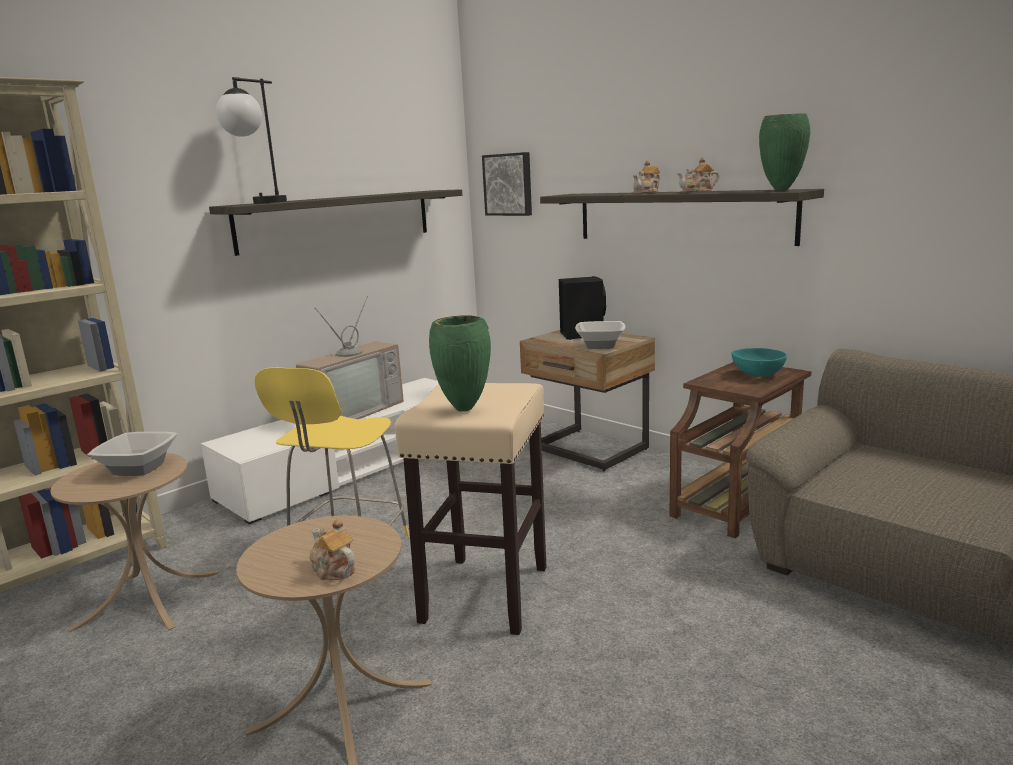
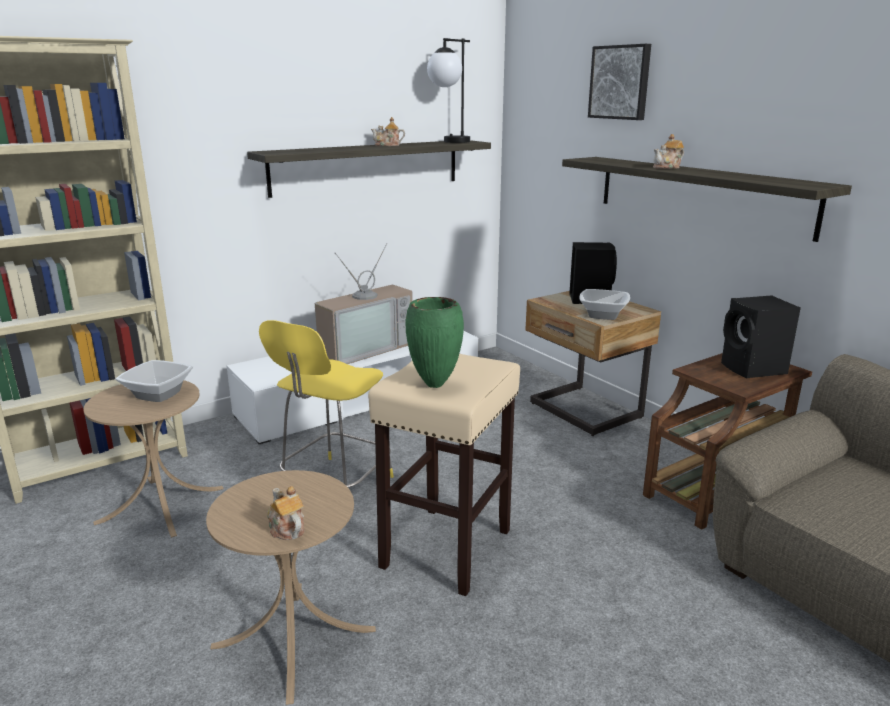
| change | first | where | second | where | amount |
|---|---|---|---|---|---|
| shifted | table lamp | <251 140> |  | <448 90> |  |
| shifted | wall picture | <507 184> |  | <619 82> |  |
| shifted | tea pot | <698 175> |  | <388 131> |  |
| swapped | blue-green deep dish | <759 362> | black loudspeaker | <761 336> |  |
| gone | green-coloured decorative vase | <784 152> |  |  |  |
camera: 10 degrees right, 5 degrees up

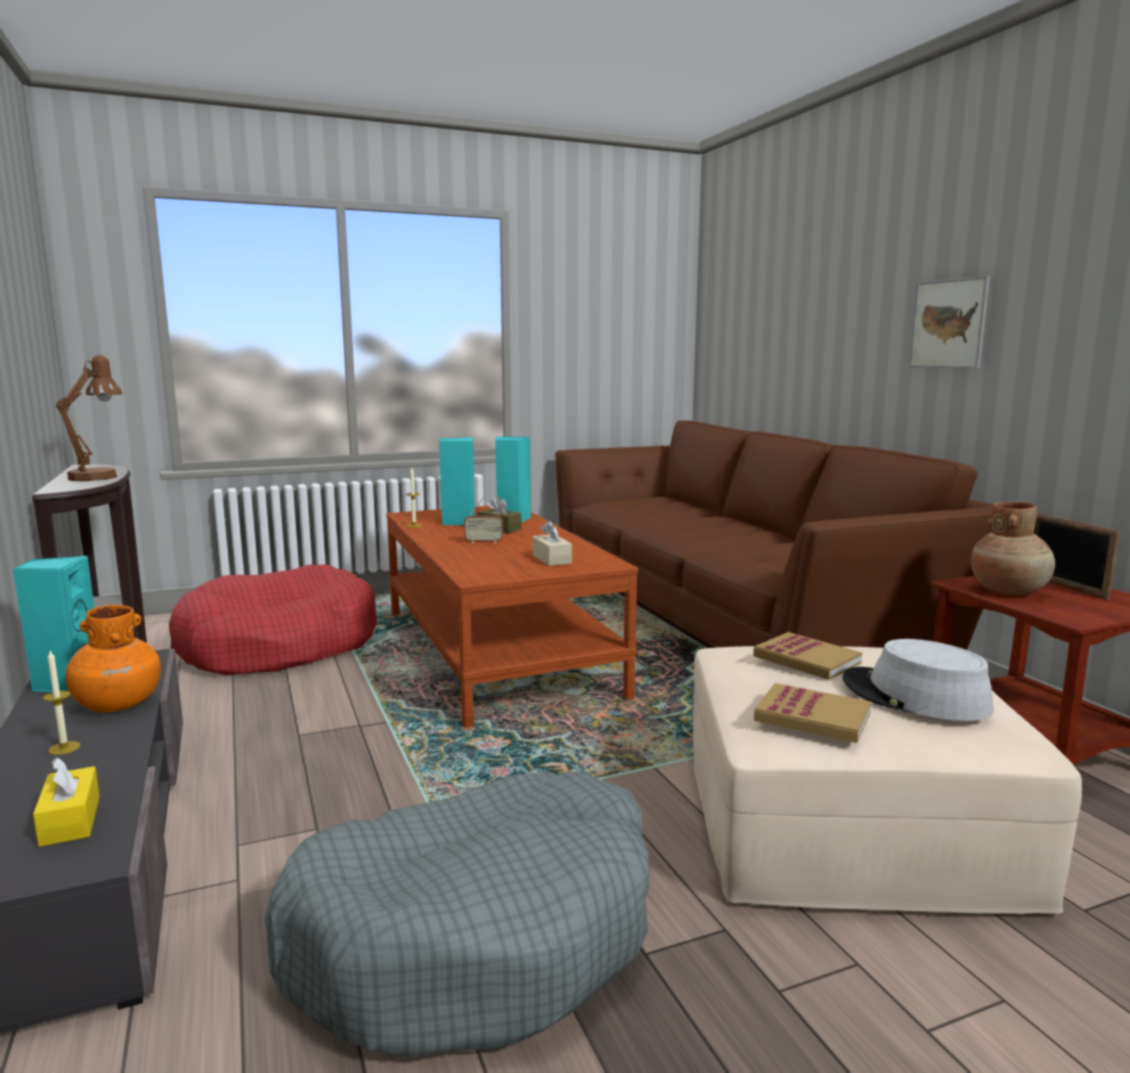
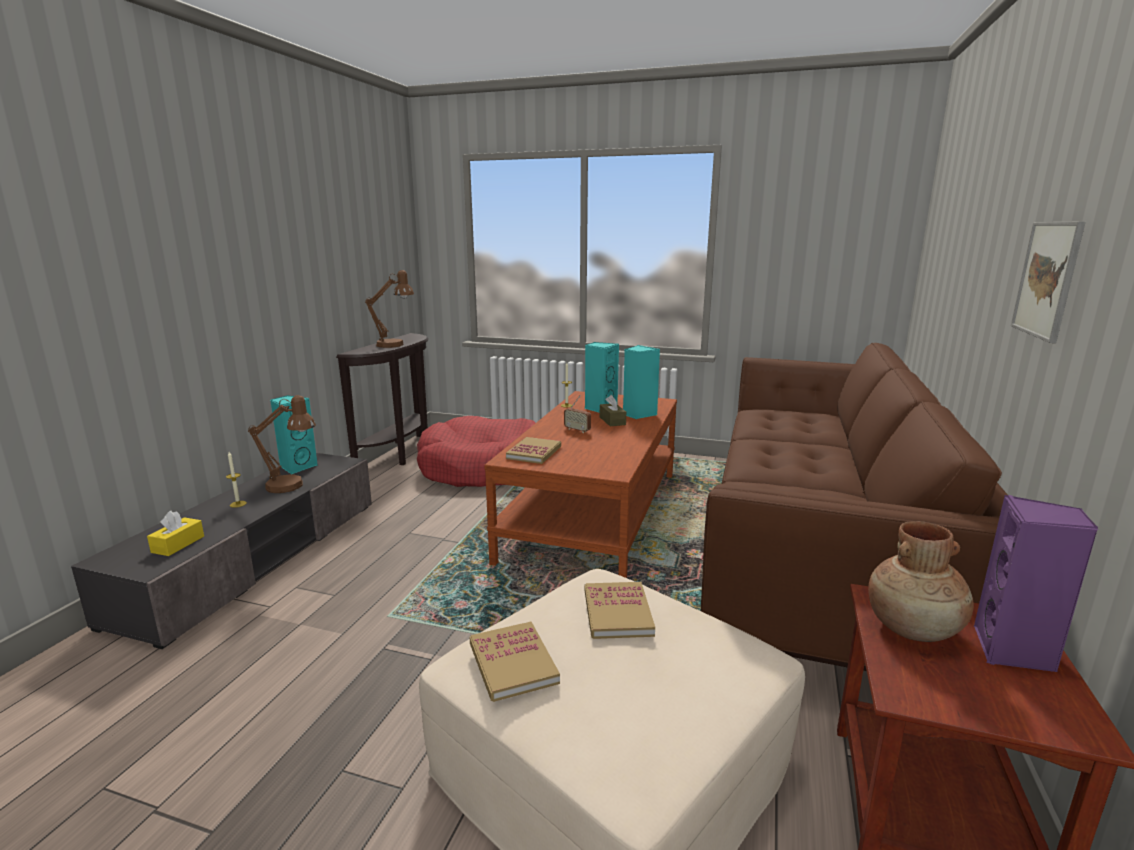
| change | first | where | second | where | amount |
|---|---|---|---|---|---|
| swapped | orange decorative vase | <113 658> | brown table lamp | <282 444> |  |
| gone | greyish dog bed | <457 914> |  |  |  |
| gone | sand-coloured tissue holder | <552 543> |  |  |  |
| gone | greyish clothing hat | <917 680> |  |  |  |
| swapped | photo frame | <1077 556> | purplish loudspeaker | <1036 583> |  |
| new |  |  | bound book | <533 450> |  |
camera: 40 degrees right, 5 degrees up

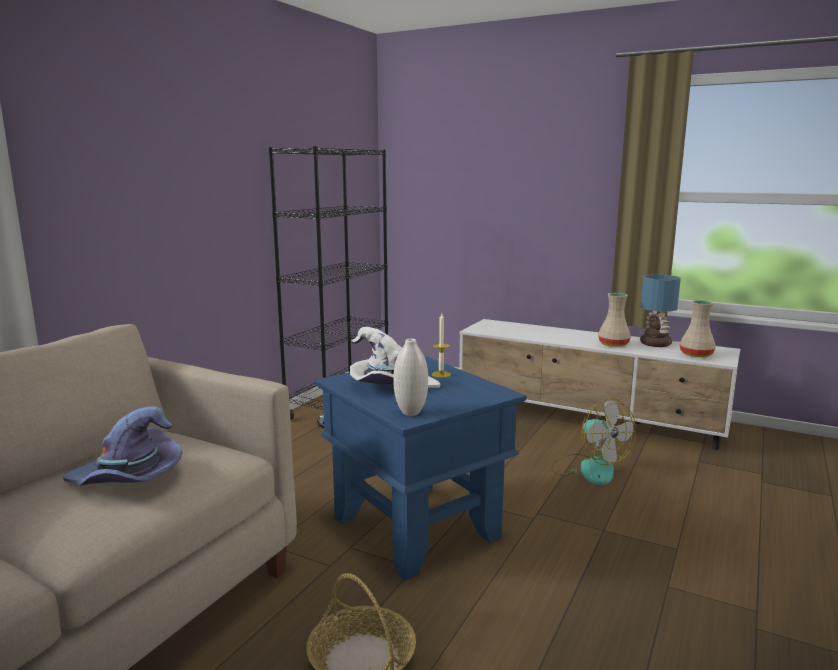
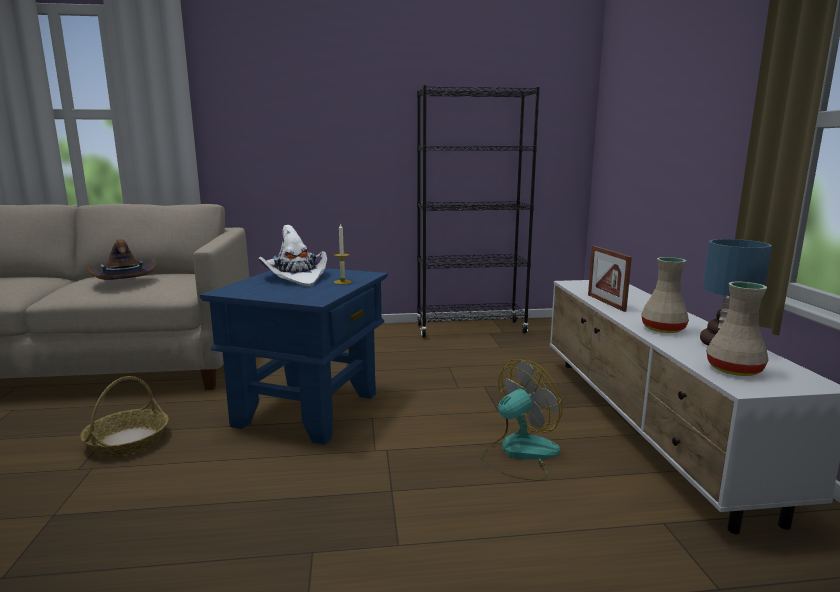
| change | first | where | second | where | amount |
|---|---|---|---|---|---|
| repainted | purplish clothing hat | <123 446> | brown clothing hat | <121 259> |  |
| gone | white decorative vase | <410 377> |  |  |  |
| rotated | fan | <593 441> |  | <521 419> | 150 degrees counterclockwise |
| new |  |  | photo frame | <610 279> |  |
camera: 55 degrees right, 0 degrees up

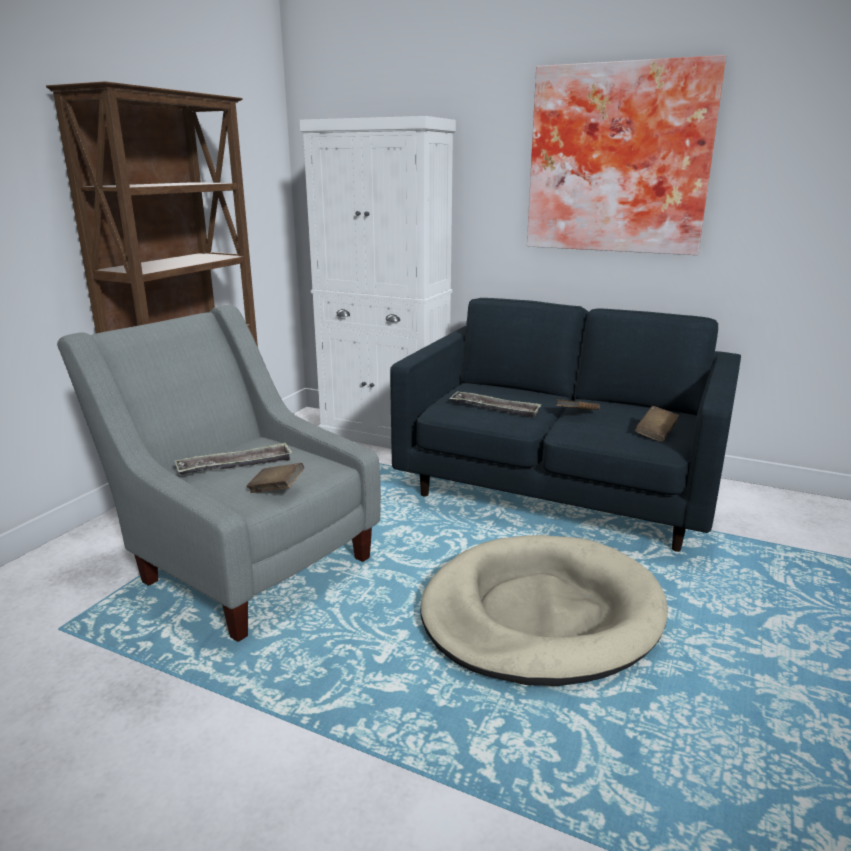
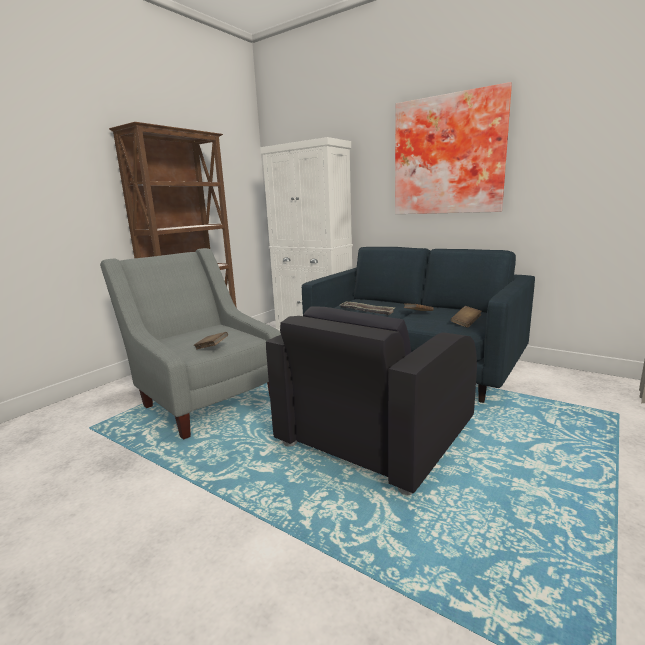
| change | first | where | second | where | amount |
|---|---|---|---|---|---|
| gone | tray | <234 458> |  |  |  |
| swapped | sand-coloured dog bed | <544 610> | black easy chair | <371 401> |  |
camera: 10 degrees right, 5 degrees down

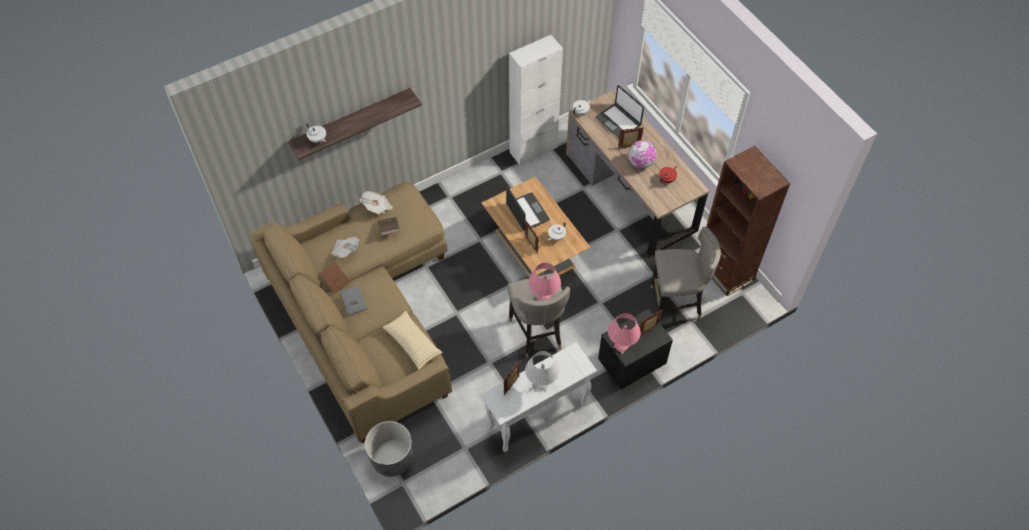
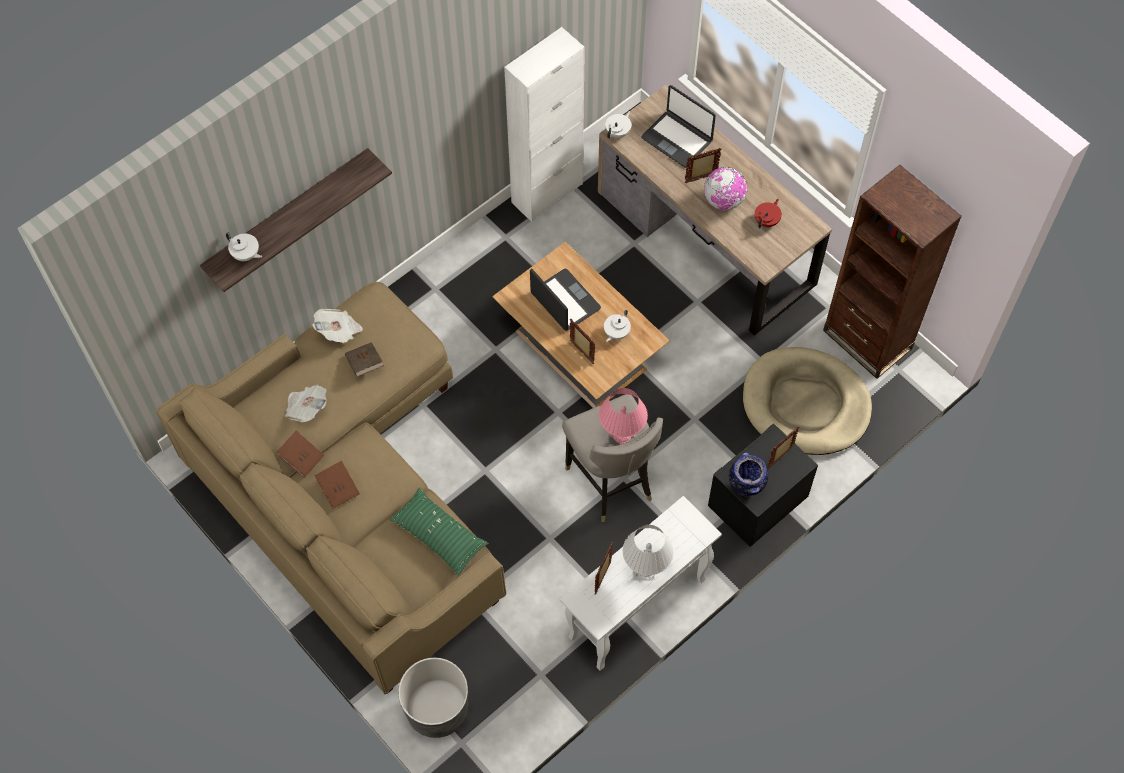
| change | first | where | second | where | amount |
|---|---|---|---|---|---|
| repainted | greyish bound book | <353 300> | brown bound book | <337 485> |  |
| repainted | sand-coloured throw pillow | <412 340> | green-coloured throw pillow | <439 532> |  |
| swapped | pink-coloured table lamp | <624 333> | decorative vase | <748 475> |  |
| swapped | greyish sitting stool | <686 274> | sand-coloured dog bed | <807 401> |  |
camera: 10 degrees left, 5 degrees up

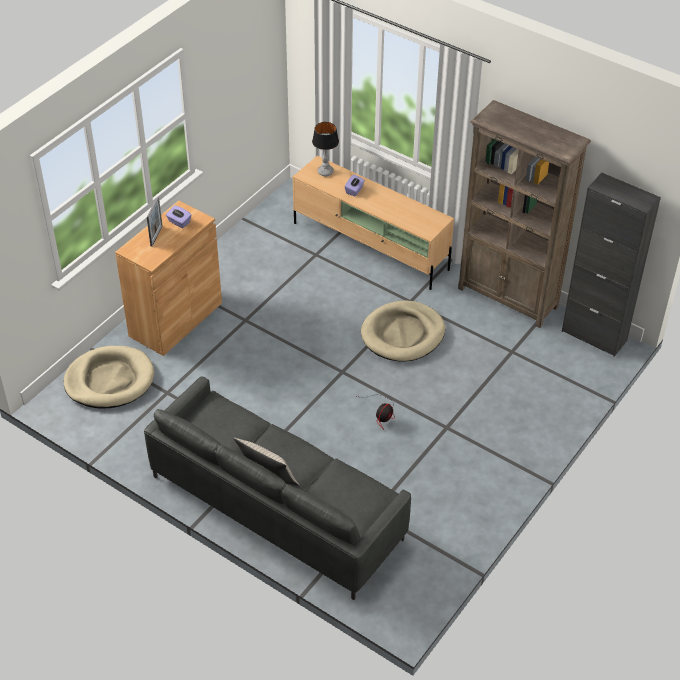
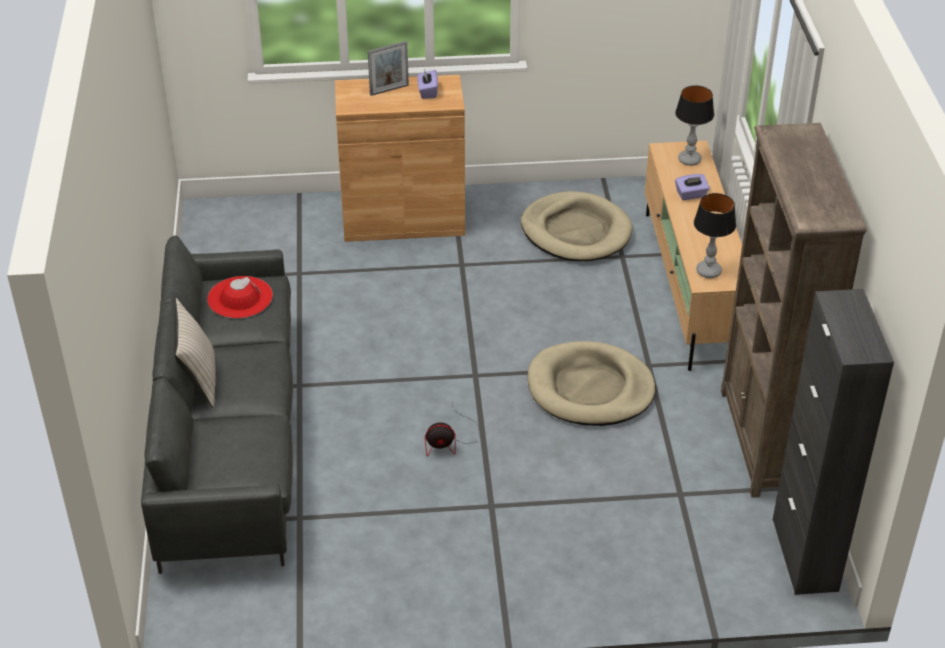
| change | first | where | second | where | amount |
|---|---|---|---|---|---|
| shifted | sand-coloured dog bed | <109 377> |  | <577 226> |  |
| new |  |  | reddish clothing hat | <240 297> |  |
| new |  |  | table lamp | <715 235> |  |
camera: 50 degrees right, 5 degrees down

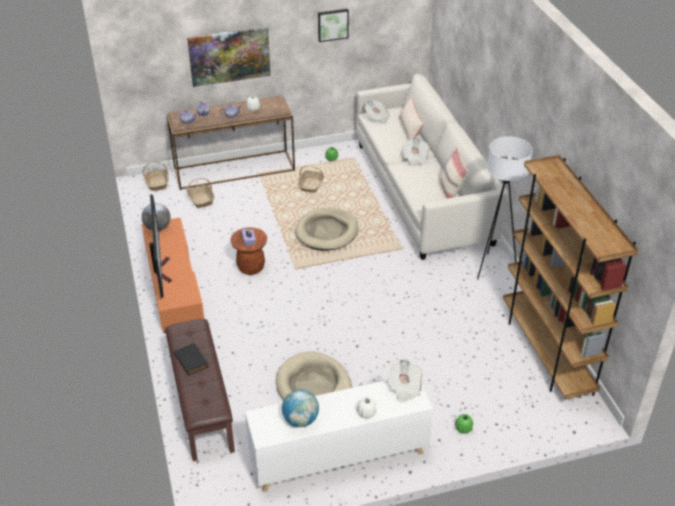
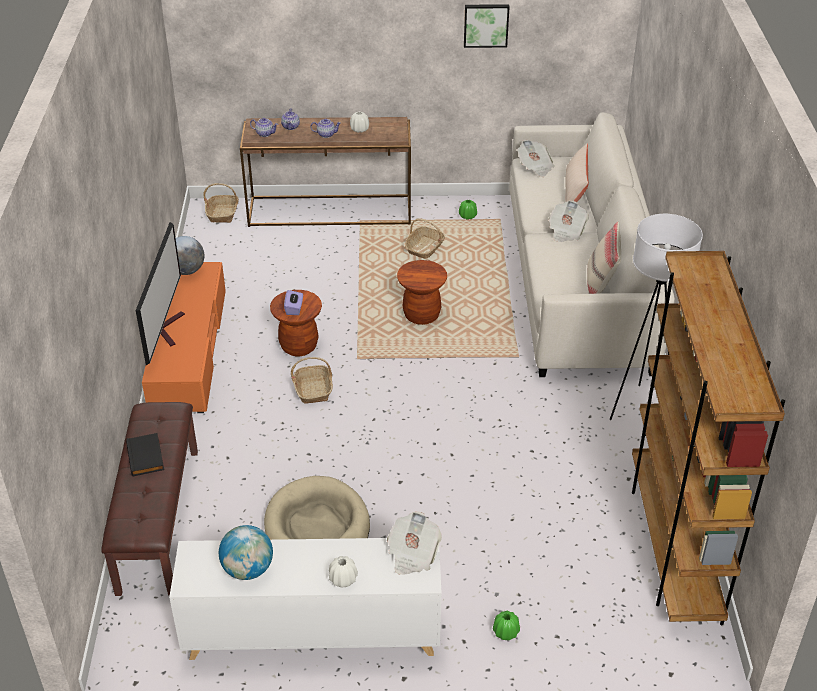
| change | first | where | second | where | amount |
|---|---|---|---|---|---|
| gone | wall picture | <229 57> |  |  |  |
| shifted | household basket | <201 193> |  | <312 380> |  |
| swapped | sand-coloured dog bed | <326 229> | brown sitting stool | <422 292> |  |
camera: 15 degrees right, 0 degrees up

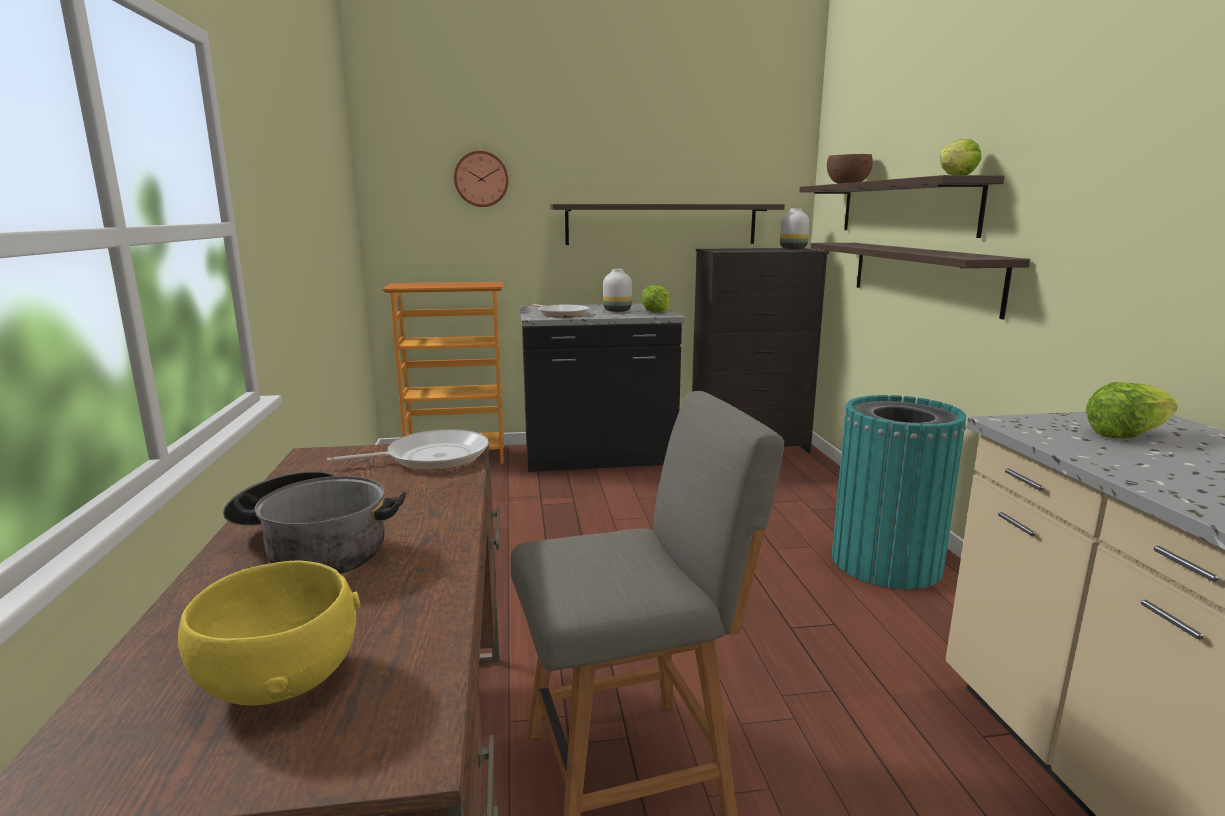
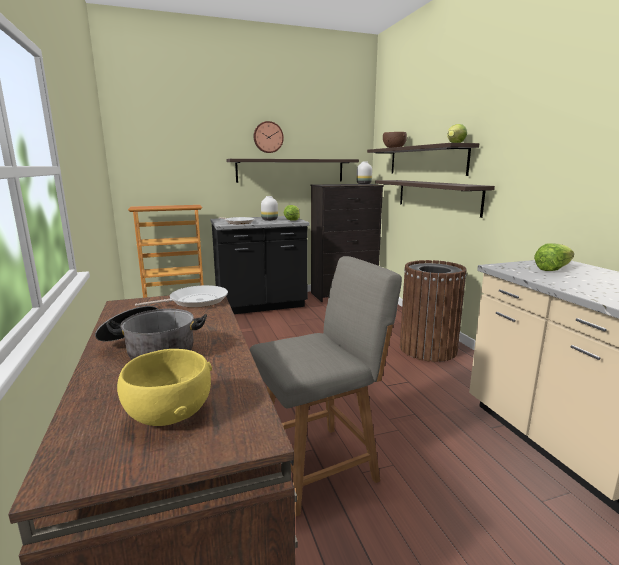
| change | first | where | second | where | amount |
|---|---|---|---|---|---|
| shifted | wall clock | <481 179> |  | <269 137> |  |
| repainted | blue-green waste bin | <899 492> | brown waste bin | <433 311> |  |
camera: 10 degrees left, 0 degrees up

